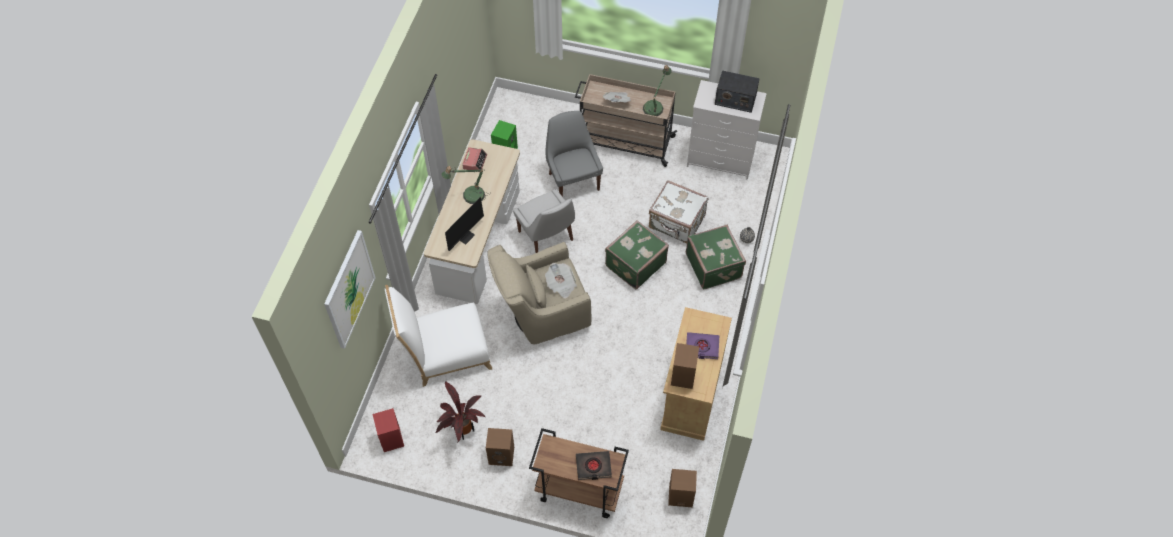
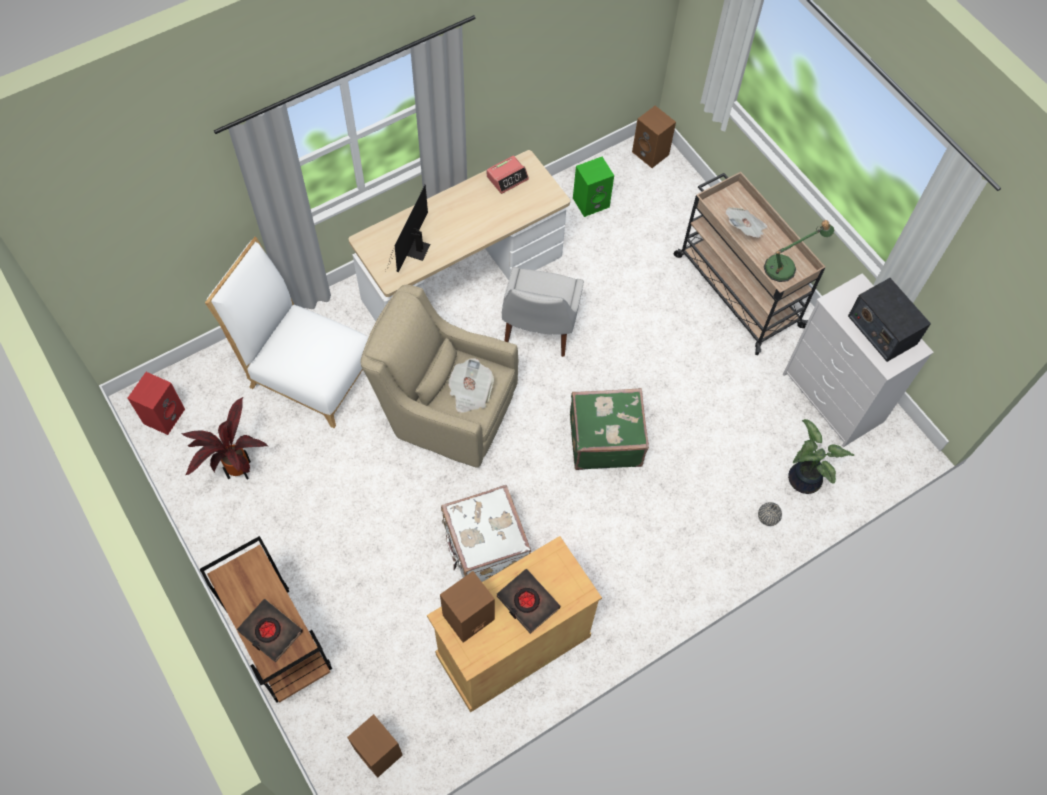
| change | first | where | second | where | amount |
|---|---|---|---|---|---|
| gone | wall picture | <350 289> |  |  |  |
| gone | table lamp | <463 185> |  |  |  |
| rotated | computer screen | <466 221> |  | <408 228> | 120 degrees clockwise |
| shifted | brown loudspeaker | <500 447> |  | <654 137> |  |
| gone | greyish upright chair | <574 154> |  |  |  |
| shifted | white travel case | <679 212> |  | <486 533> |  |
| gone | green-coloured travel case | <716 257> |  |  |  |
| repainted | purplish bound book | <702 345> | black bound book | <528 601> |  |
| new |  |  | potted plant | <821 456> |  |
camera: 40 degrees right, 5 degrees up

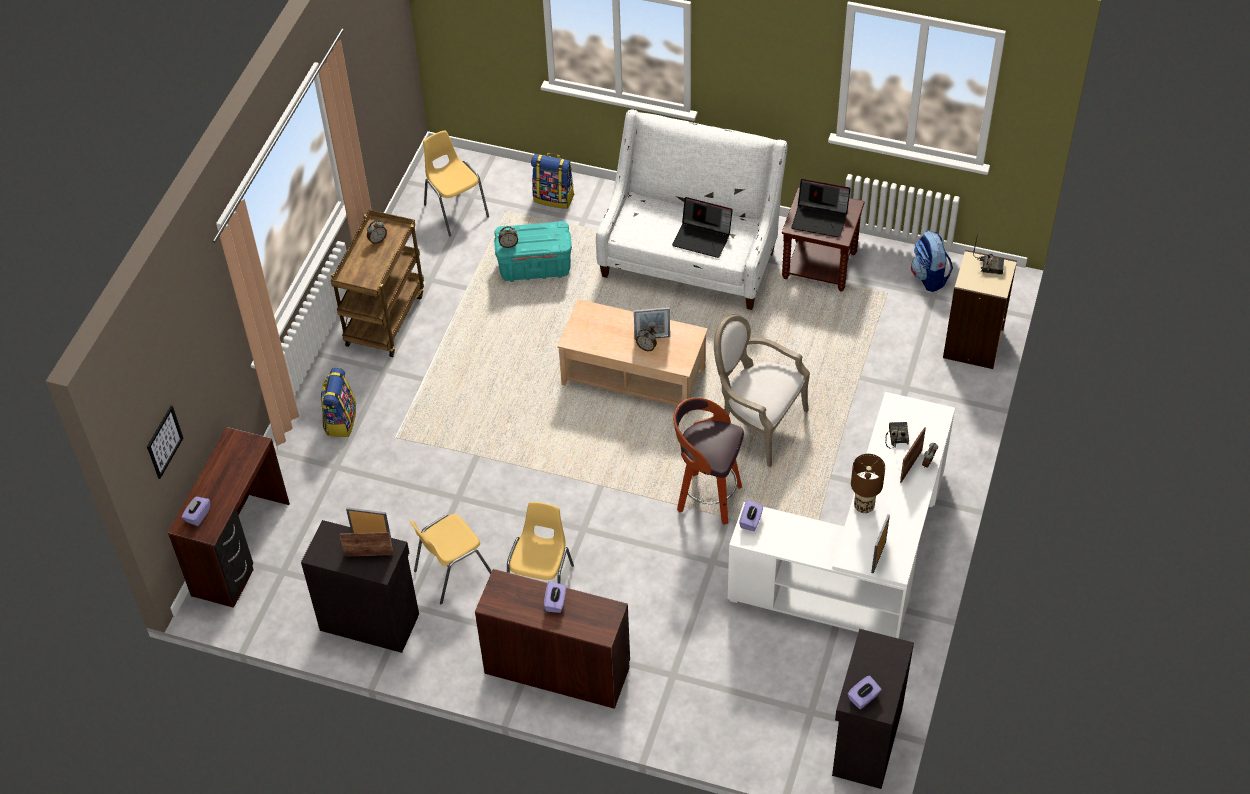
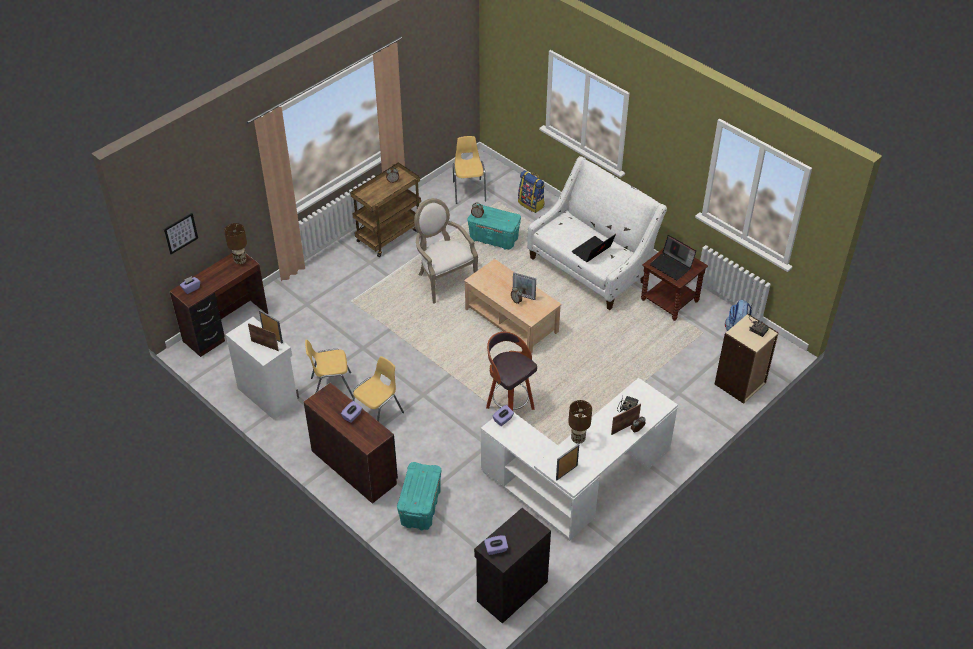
| change | first | where | second | where | amount |
|---|---|---|---|---|---|
| repainted | black cabinet | <360 586> | white cabinet | <262 368> |  |
| gone | knapsack | <338 402> |  |  |  |
| rotated | portable computer | <702 227> |  | <594 248> | 90 degrees clockwise |
| shifted | easy chair | <762 390> |  | <446 251> |  |
| new |  |  | brown table lamp | <235 243> |  |
| new |  |  | blue-green storage bin | <419 496> |  |
camera: 25 degrees right, 5 degrees down

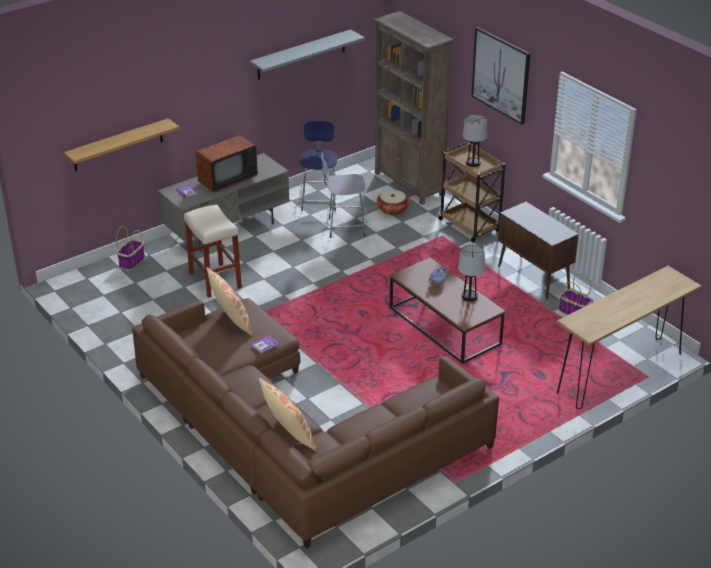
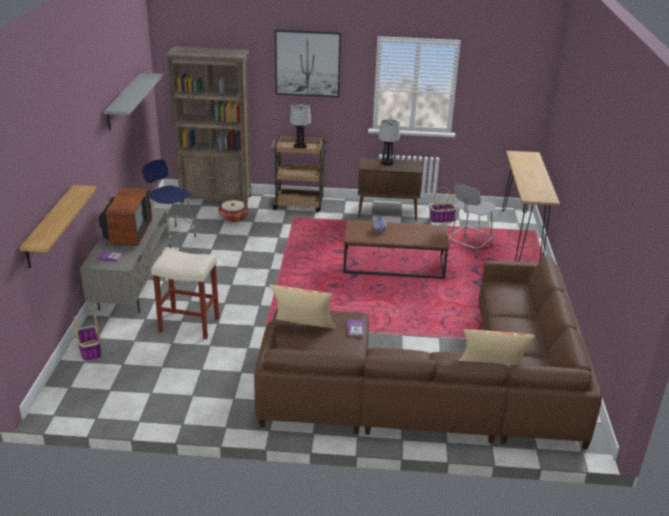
| change | first | where | second | where | amount |
|---|---|---|---|---|---|
| shifted | greyish sitting stool | <344 195> |  | <472 221> |  |
| shifted | table lamp | <471 273> |  | <389 142> |  |
camera: 50 degrees left, 5 degrees down

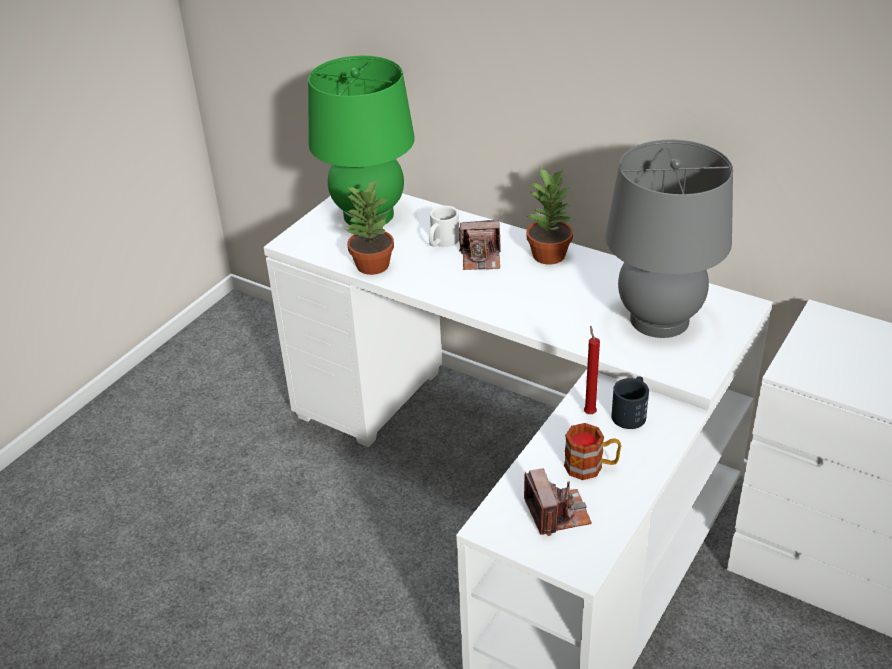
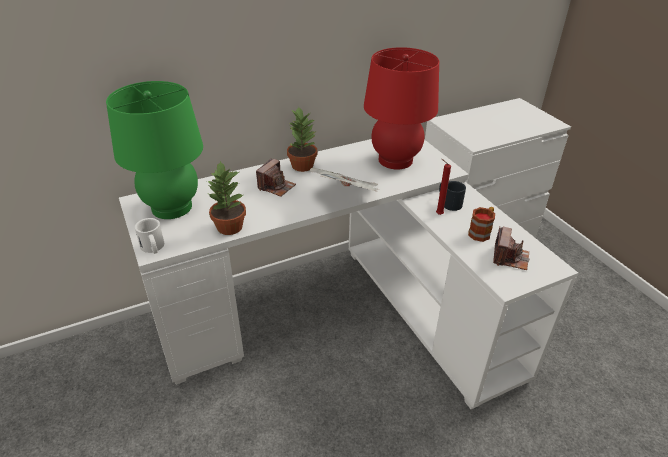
| change | first | where | second | where | amount |
|---|---|---|---|---|---|
| shifted | white coffee mug | <444 226> |  | <149 236> |  |
| rotated | still camera | <558 502> |  | <511 248> | 90 degrees clockwise |
| repainted | greyish table lamp | <669 239> | reddish table lamp | <401 108> |  |
| new |  |  | daily paper | <344 180> |  |
camera: 60 degrees left, 0 degrees up

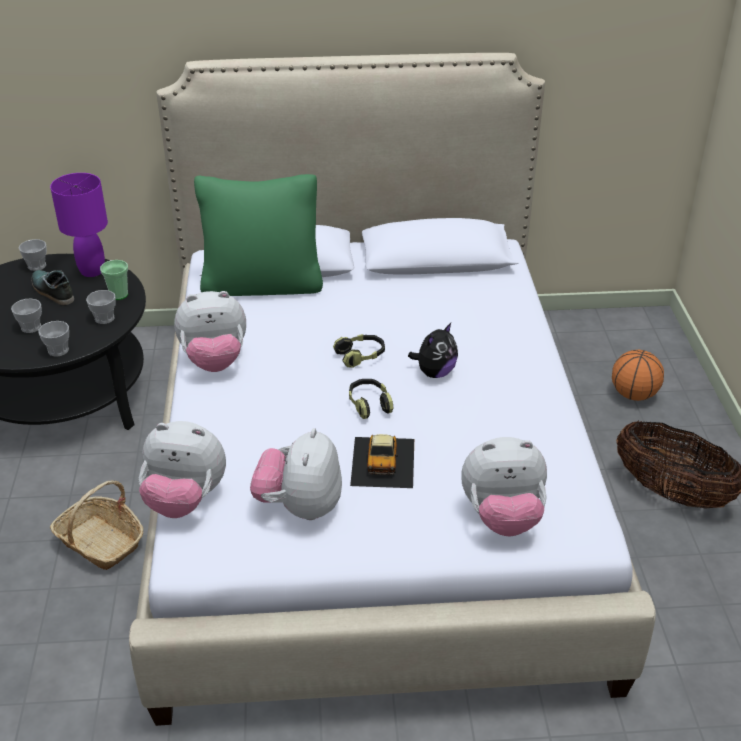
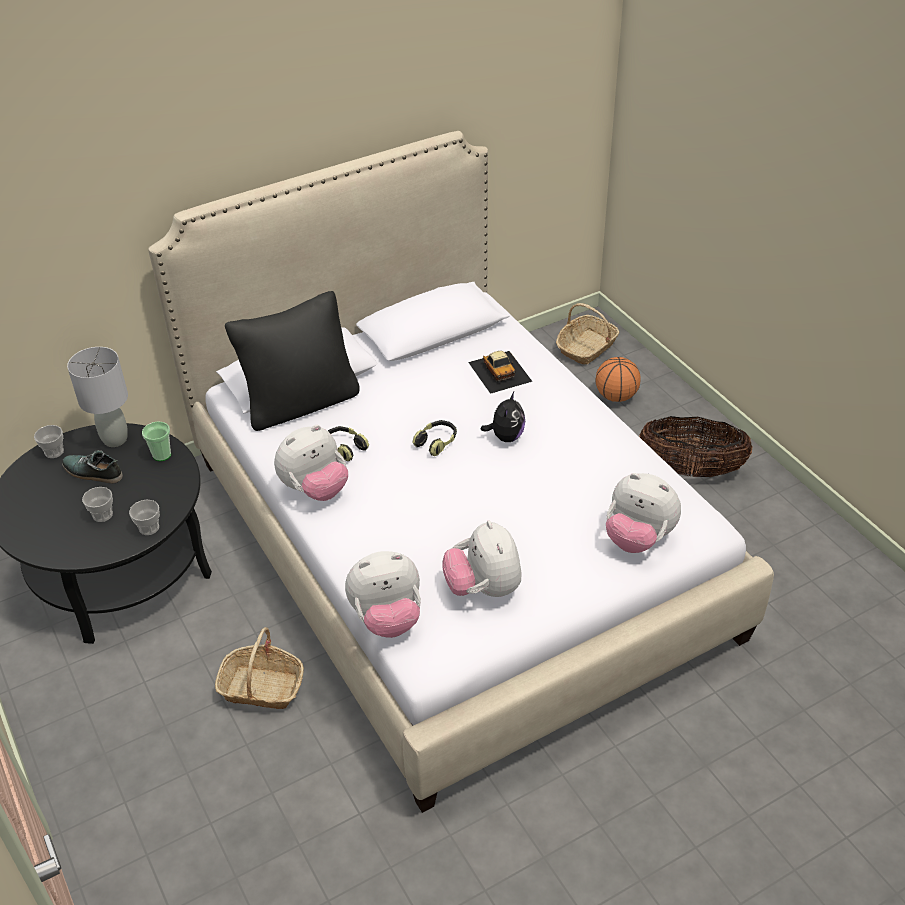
| change | first | where | second | where | amount |
|---|---|---|---|---|---|
| repainted | purplish table lamp | <79 225> | greyish table lamp | <97 397> |  |
| gone | small cup | <101 307> |  |  |  |
| repainted | green-coloured throw pillow | <258 235> | black throw pillow | <292 361> |  |
| shifted | headphones | <371 399> |  | <348 443> |  |
| shifted | miniature car | <382 461> |  | <500 372> |  |
| rotated | cuddly toy | <504 486> |  | <643 513> | 60 degrees clockwise |
| new |  |  | household basket | <587 333> |  |
camera: 25 degrees left, 5 degrees up

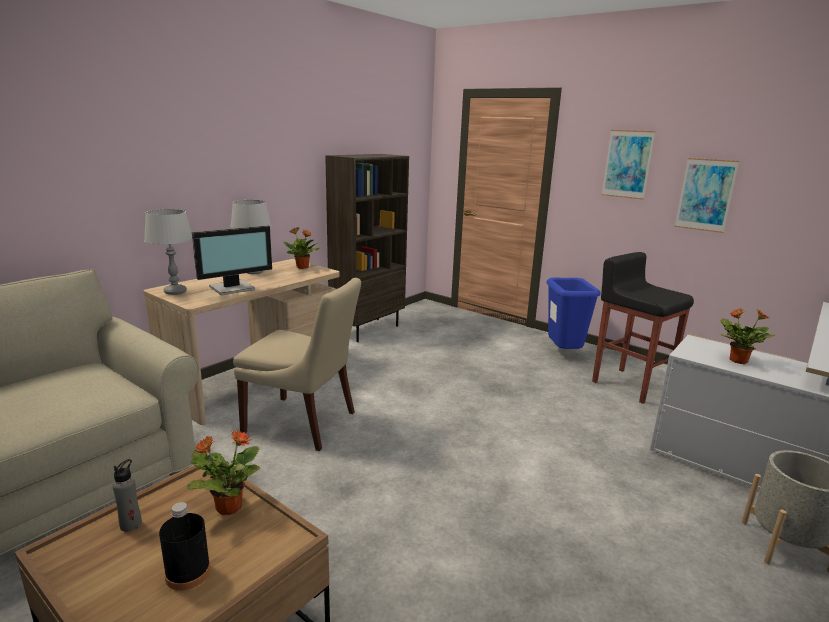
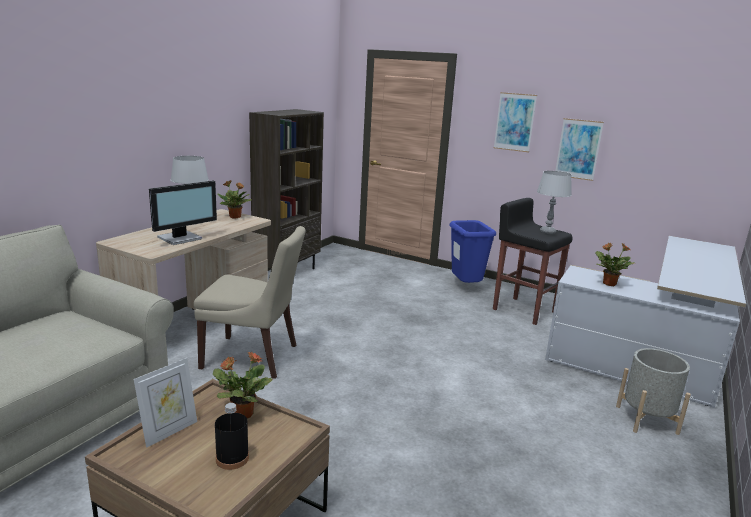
| change | first | where | second | where | amount |
|---|---|---|---|---|---|
| swapped | greyish drink bottle | <127 495> | photo frame | <165 403> |  |
| shifted | greyish table lamp | <168 252> |  | <554 202> |  |
camera: 10 degrees left, 0 degrees up

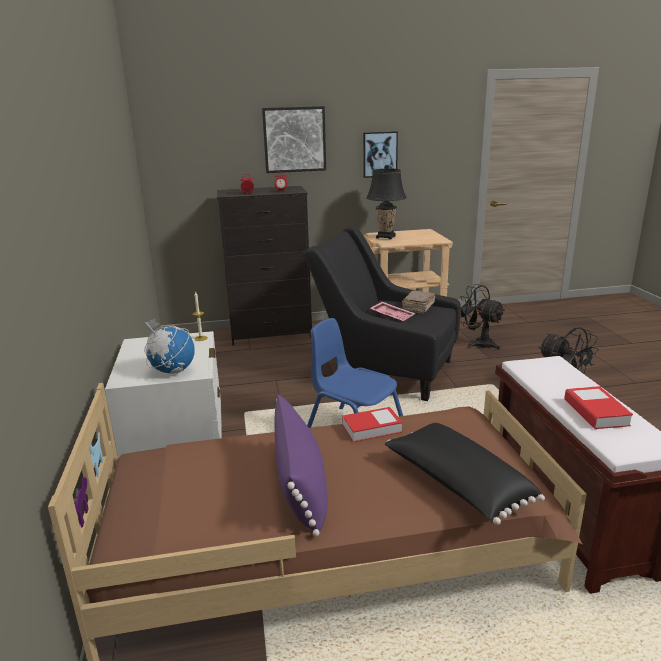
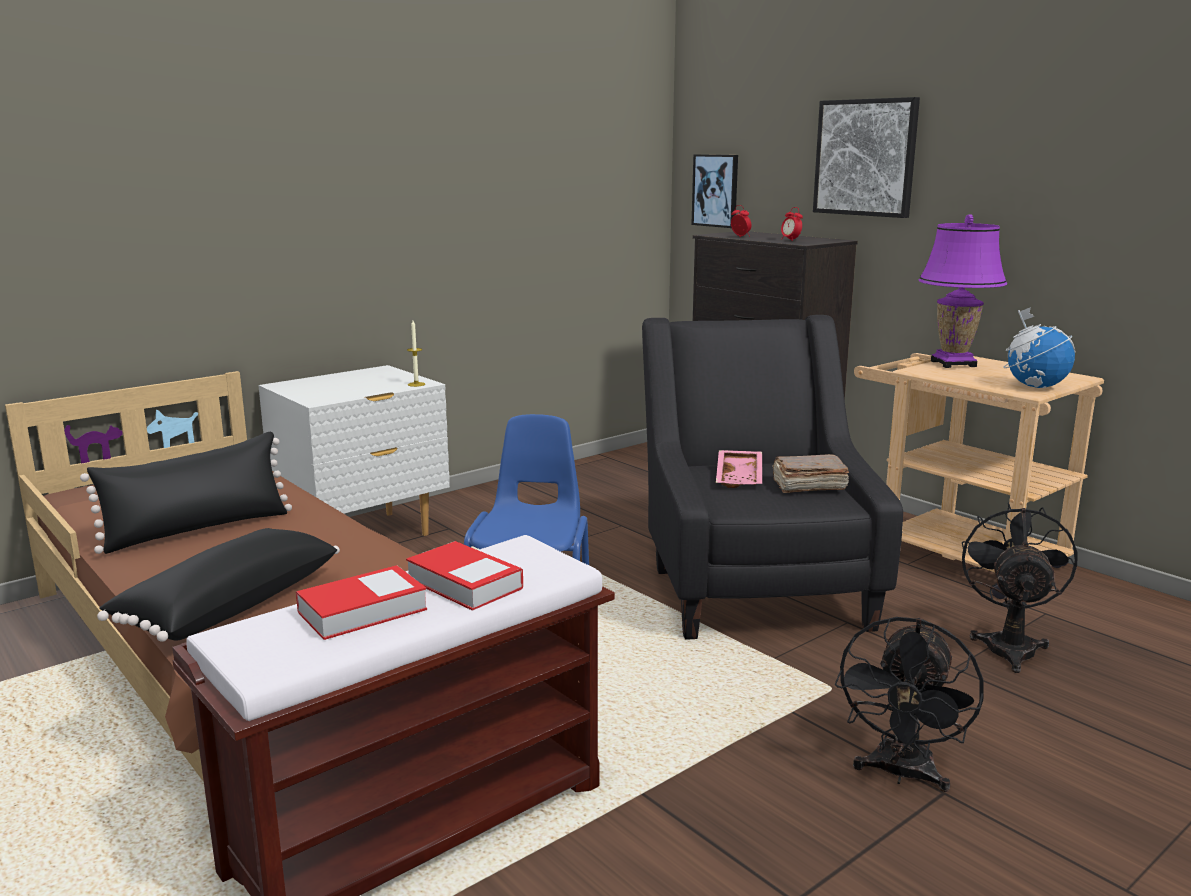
| change | first | where | second | where | amount |
|---|---|---|---|---|---|
| shifted | world globe | <169 346> |  | <1039 347> |  |
| repainted | purplish throw pillow | <300 466> | black throw pillow | <186 493> |  |
| shifted | bound book | <372 424> |  | <464 576> |  |
| shifted | wall picture | <380 154> |  | <714 191> |  |
| repainted | black table lamp | <386 202> | purplish table lamp | <962 291> |  |
camera: 60 degrees right, 5 degrees down

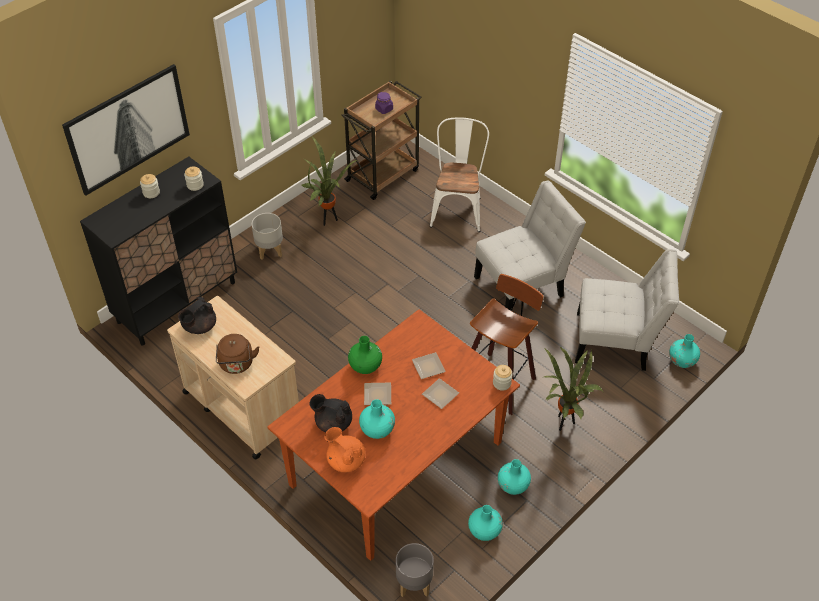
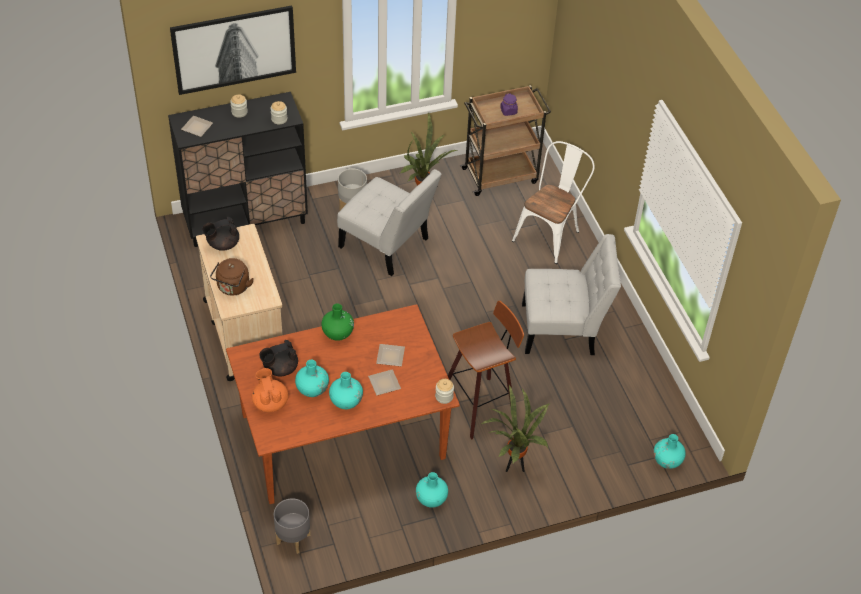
| change | first | where | second | where | amount |
|---|---|---|---|---|---|
| rotated | black tea pot | <331 413> |  | <278 358> | 75 degrees counterclockwise |
| shifted | plate | <377 394> |  | <197 126> |  |
| shifted | blue-green decorative vase | <485 523> |  | <346 390> |  |
| shifted | white upright chair | <627 310> |  | <389 222> |  |
camera: 25 degrees right, 0 degrees up

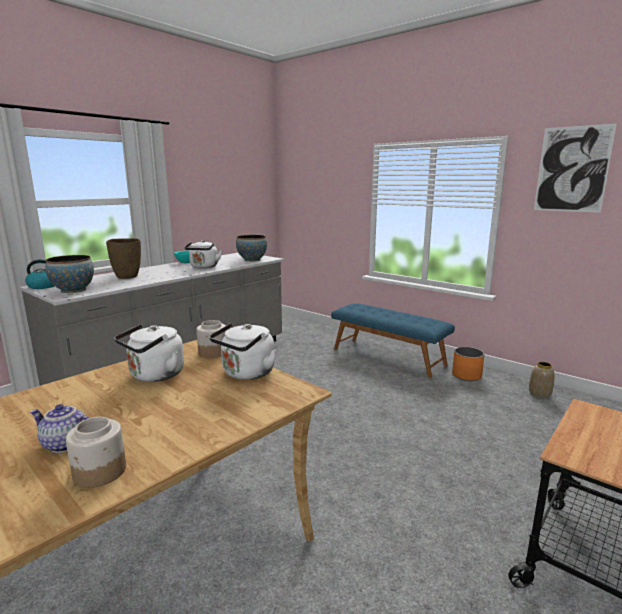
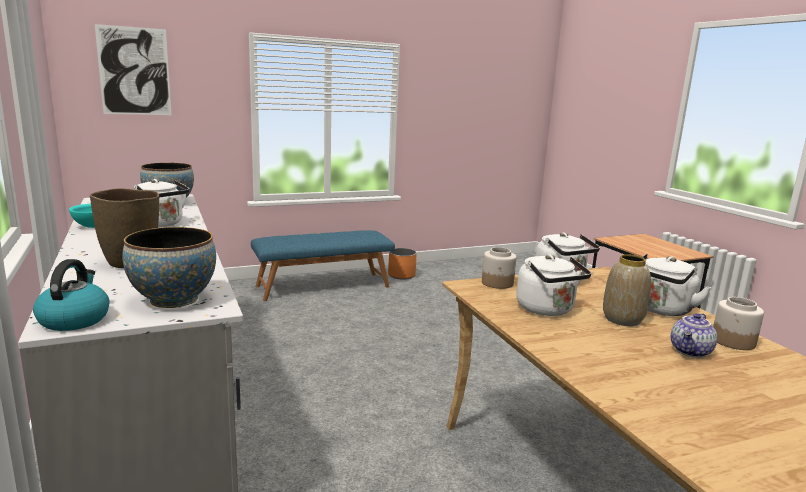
| change | first | where | second | where | amount |
|---|---|---|---|---|---|
| shifted | decorative vase | <541 380> |  | <627 290> |  |
| shifted | wall picture | <575 168> |  | <133 69> |  |
| new |  |  | white water kettle | <677 285> |  |
camera: 65 degrees left, 0 degrees up

